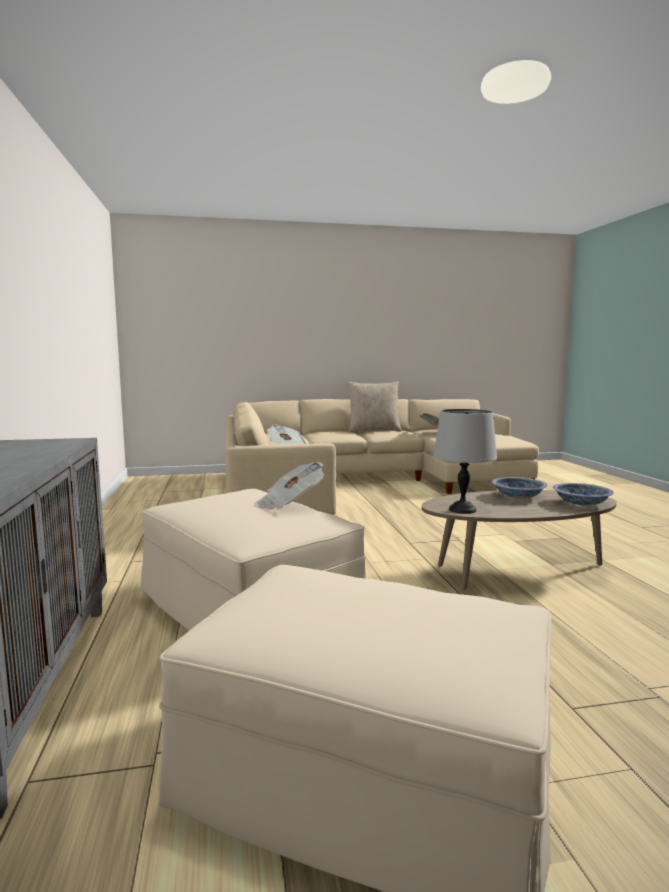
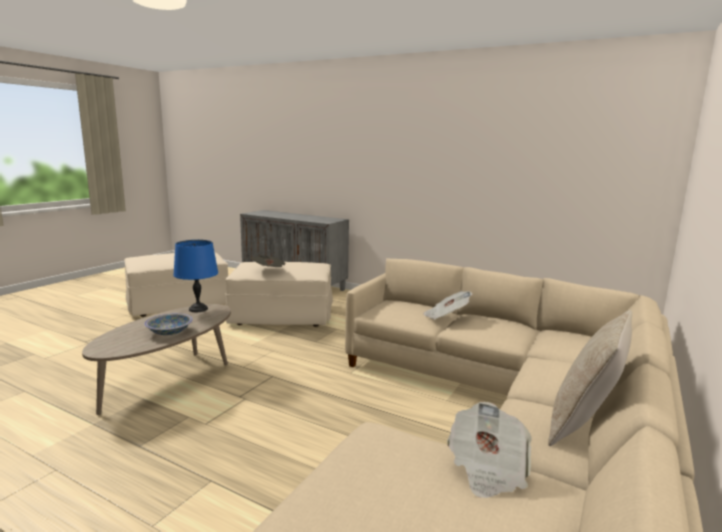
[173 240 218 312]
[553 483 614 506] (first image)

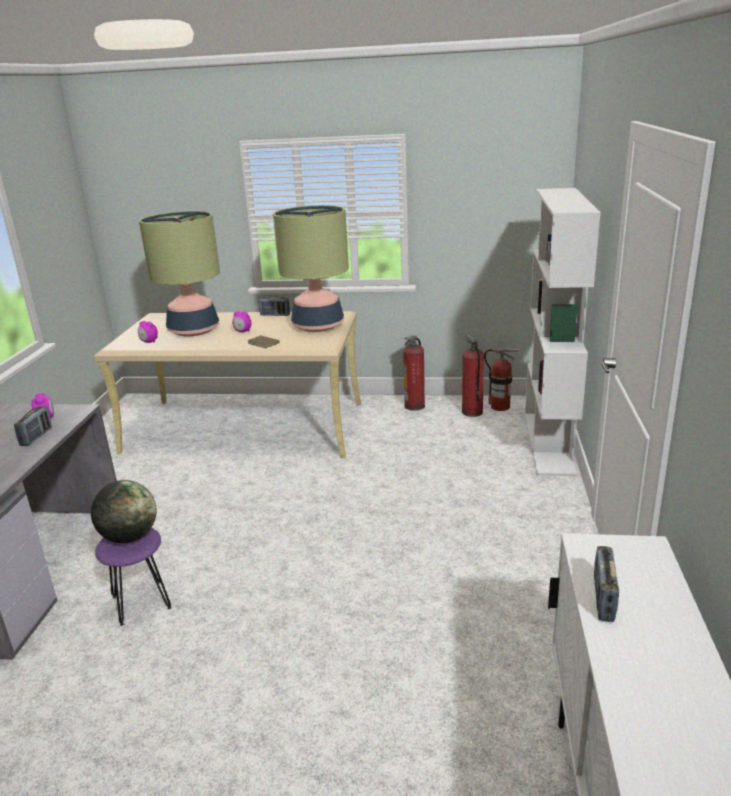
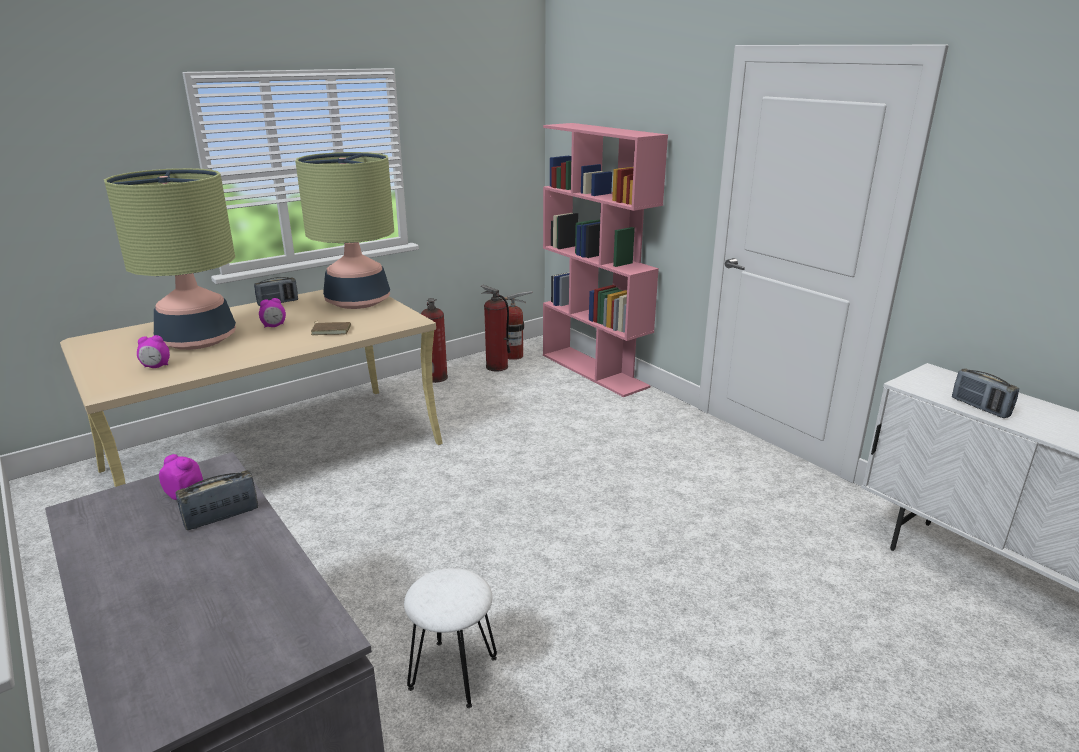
[176 470 258 530]
[404 568 497 708]
[543 123 668 397]
[91 480 157 543] (first image)

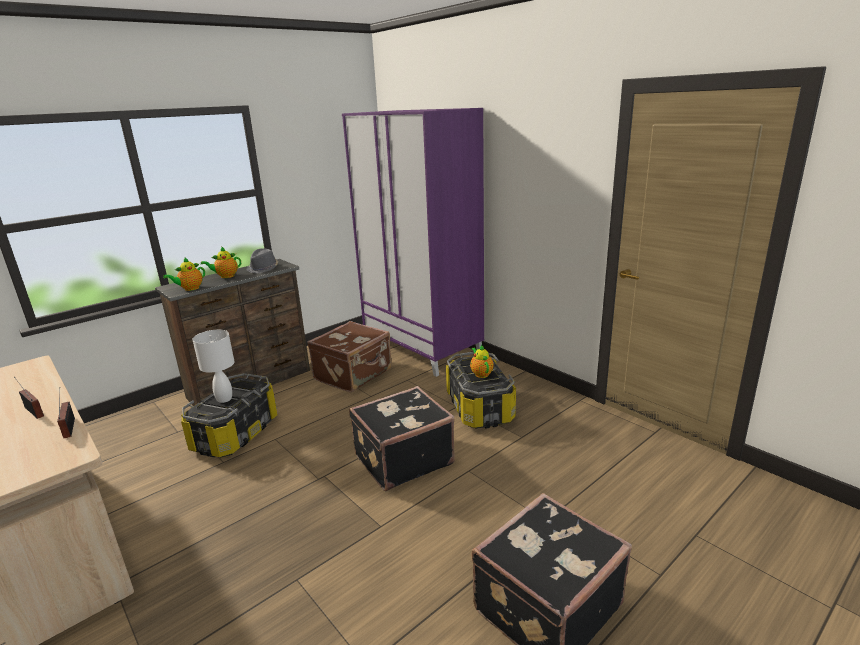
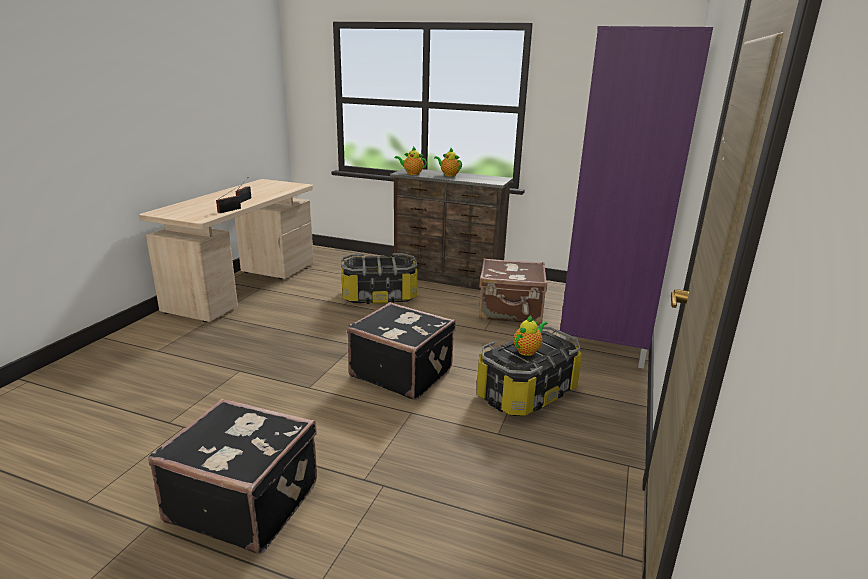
[192 329 234 403] (first image)
[247 248 278 274] (first image)

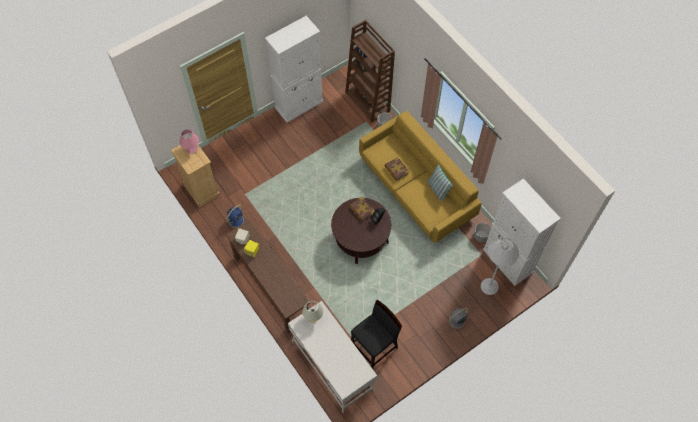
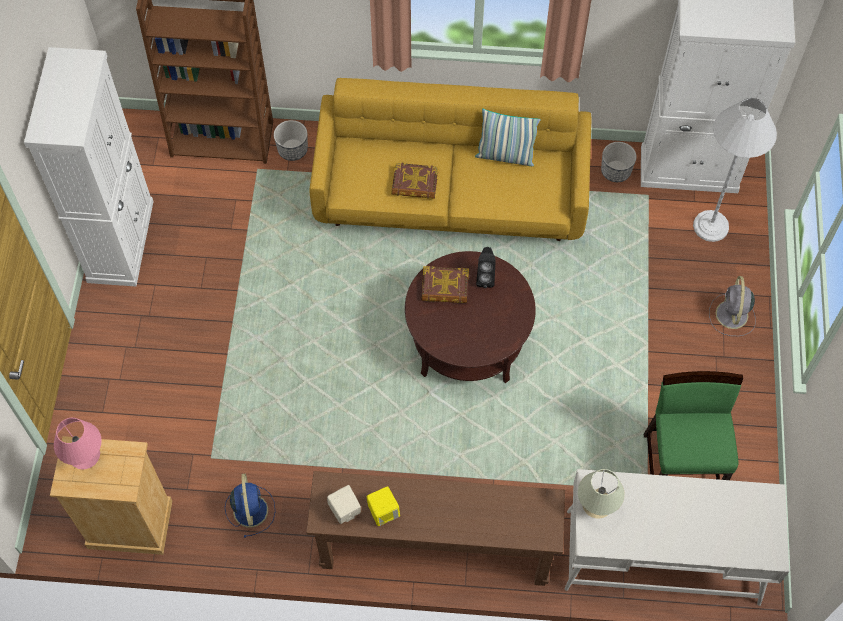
[644 371 743 480]

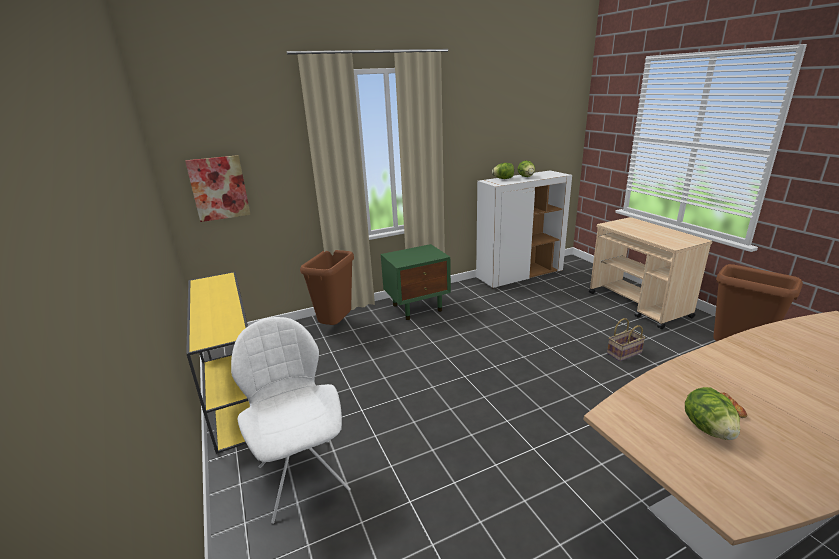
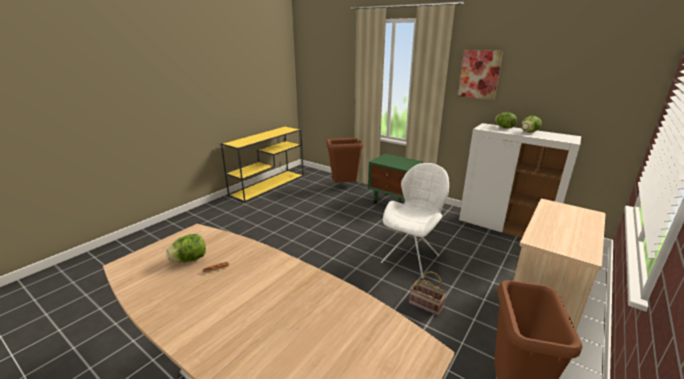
[381 163 449 278]
[458 50 503 100]

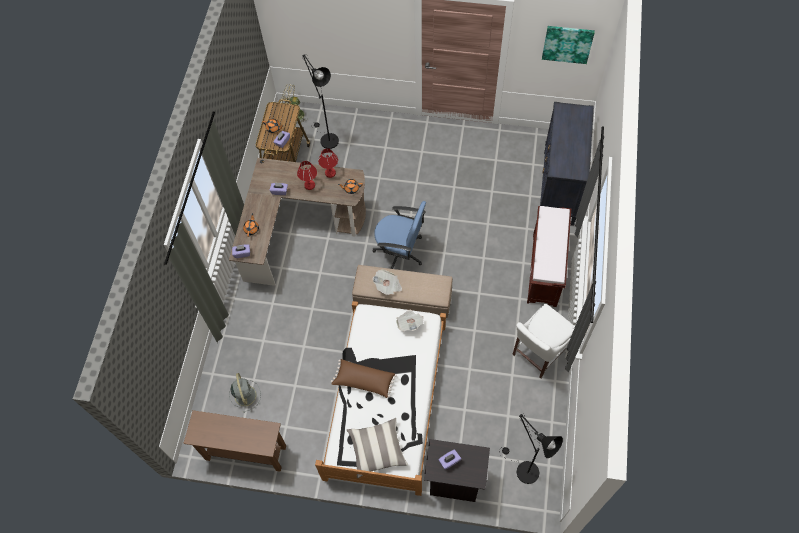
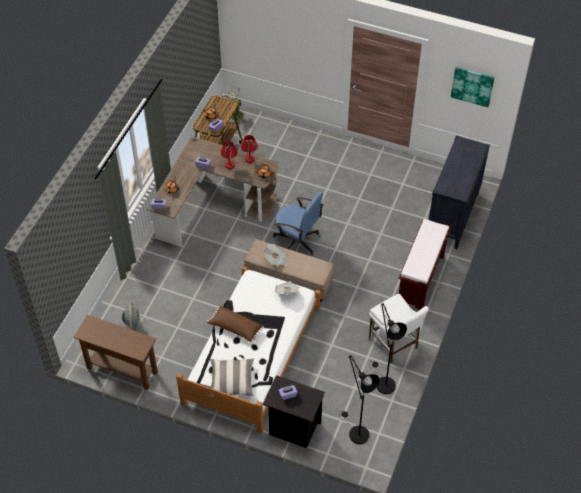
[369 294 429 364]
[371 303 407 394]

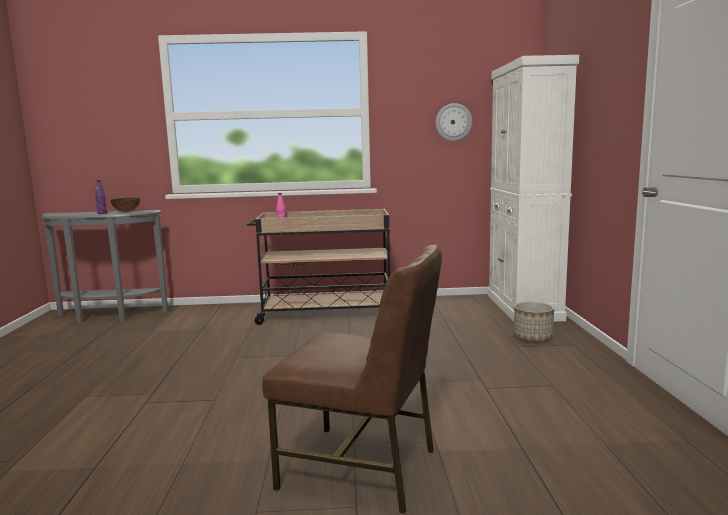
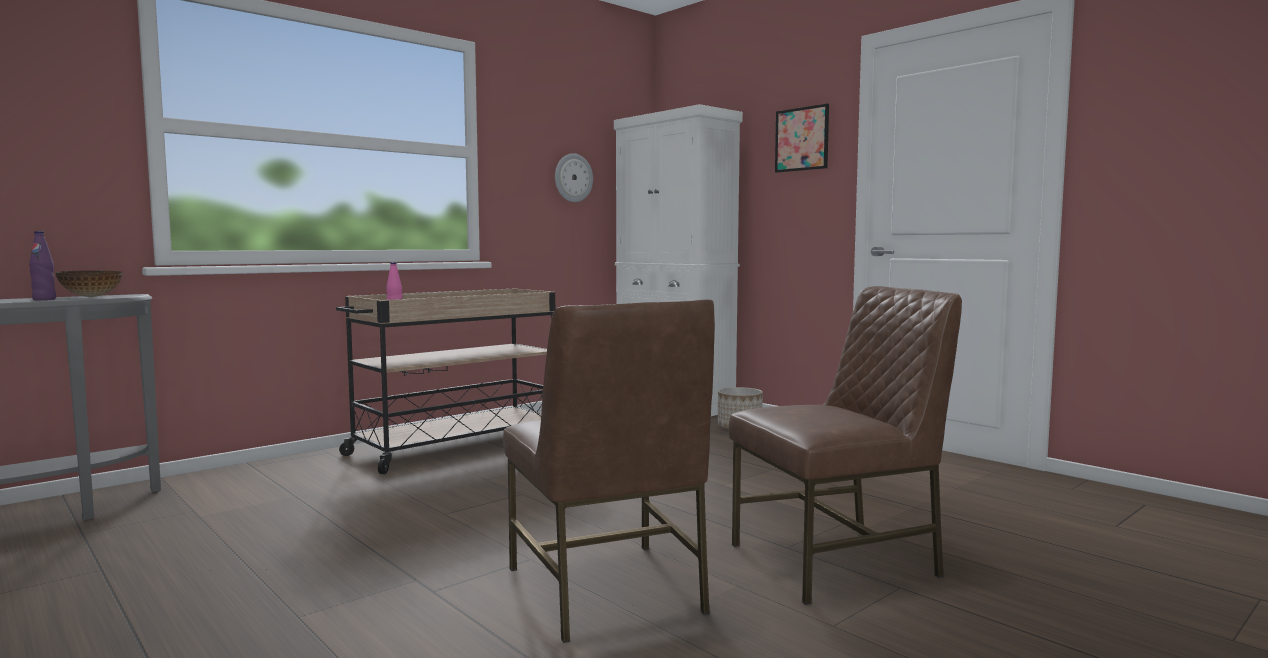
[503 299 715 643]
[775 104 829 173]

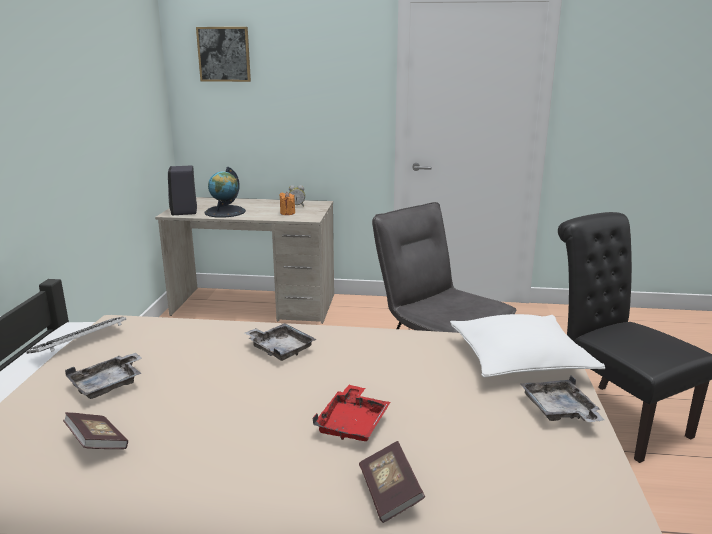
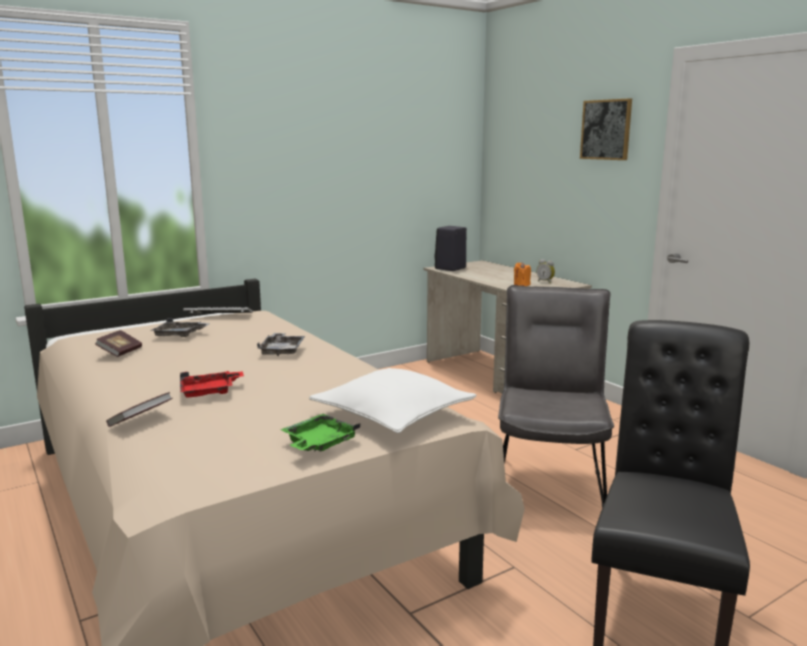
[280 414 360 452]
[580 98 632 160]
[205 167 246 218] (first image)

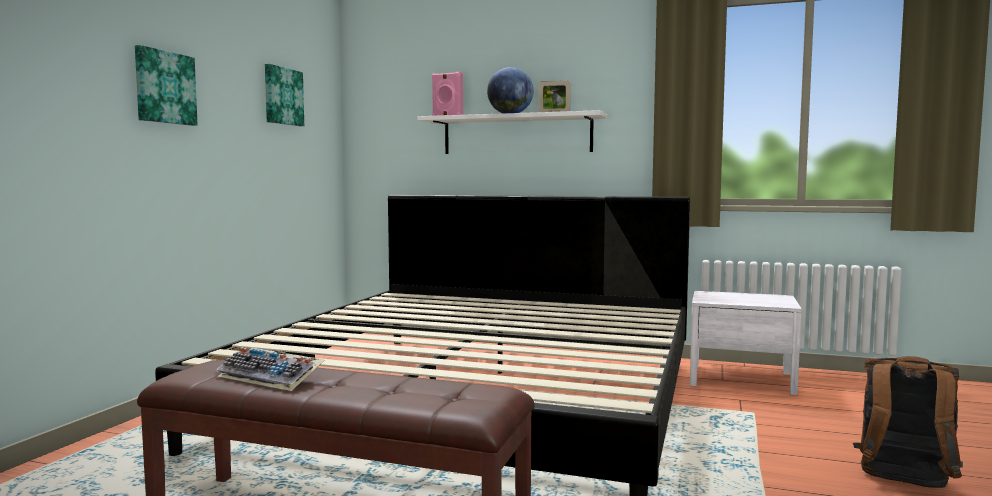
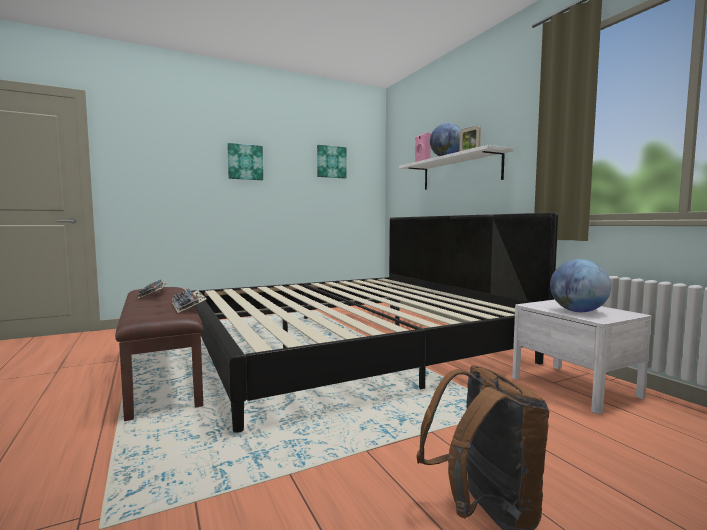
[172 289 207 313]
[550 259 611 312]

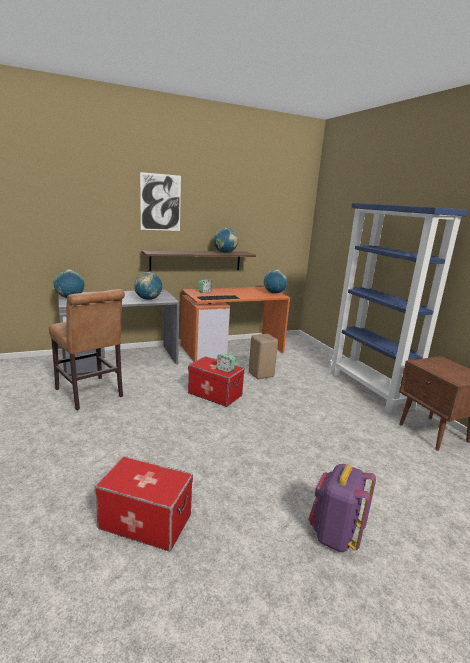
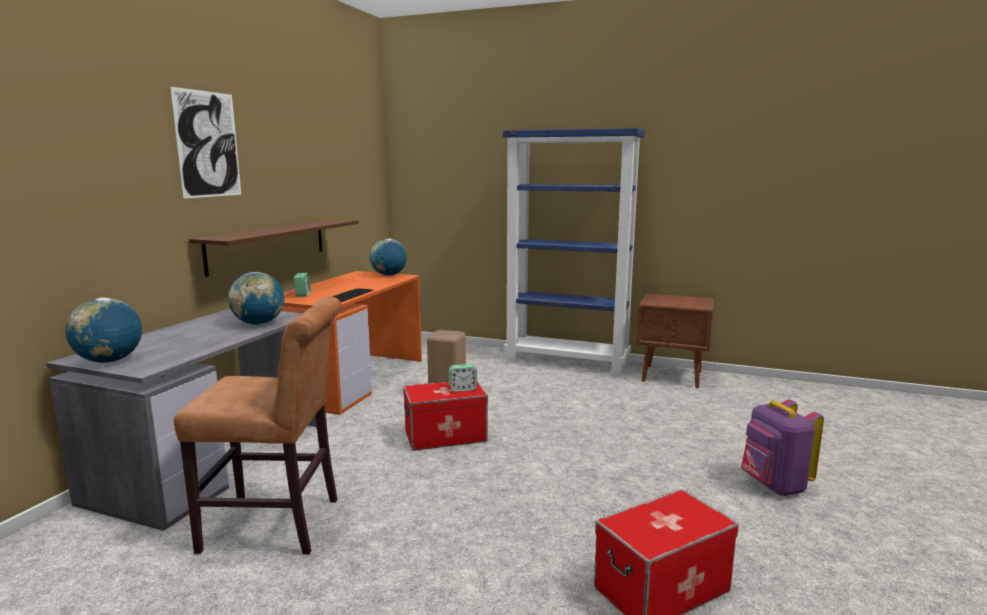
[214 228 238 253] (first image)

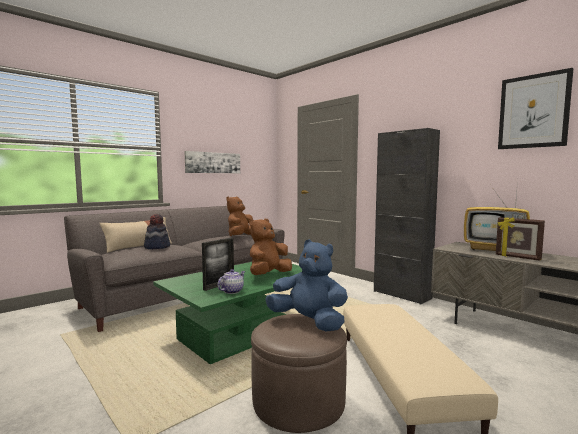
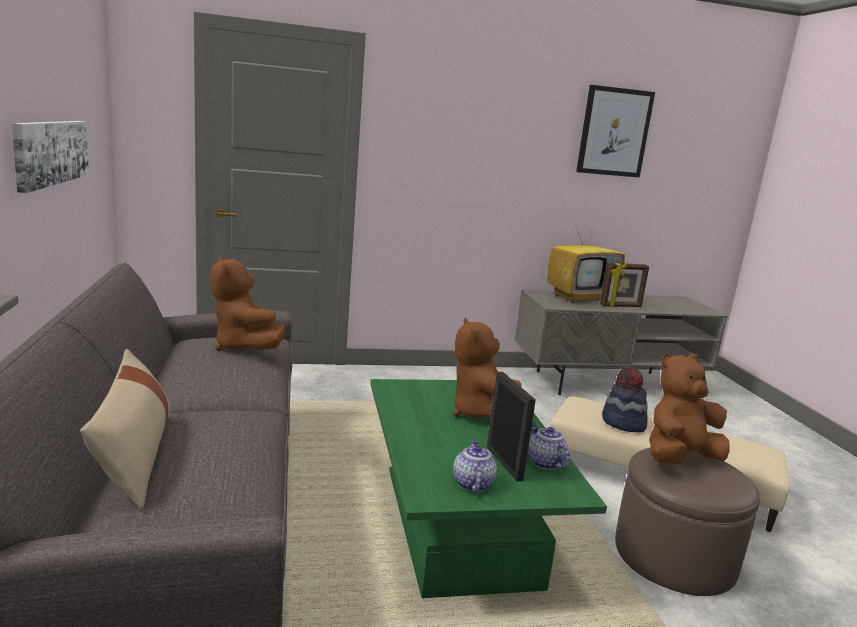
[453 439 497 492]
[602 367 648 432]
[649 353 730 464]
[374 128 440 305] (first image)

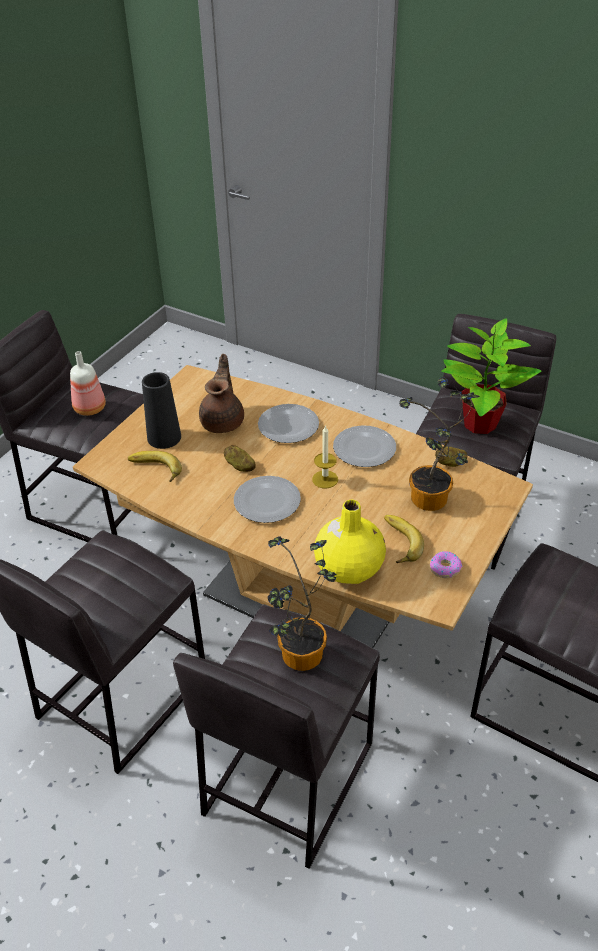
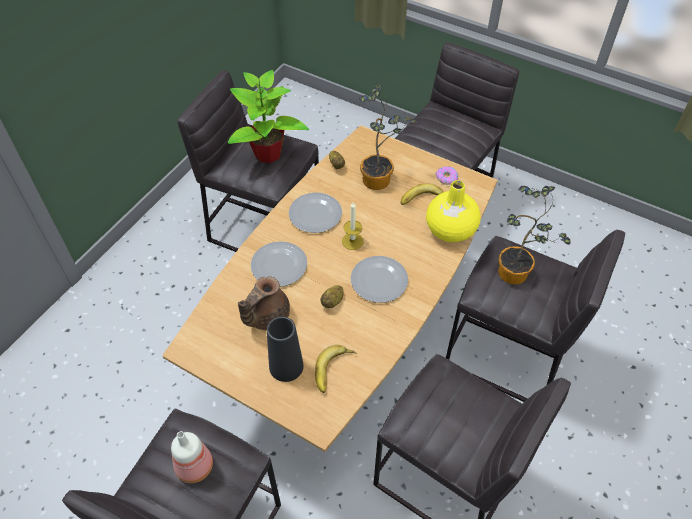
[238 276 290 330]

